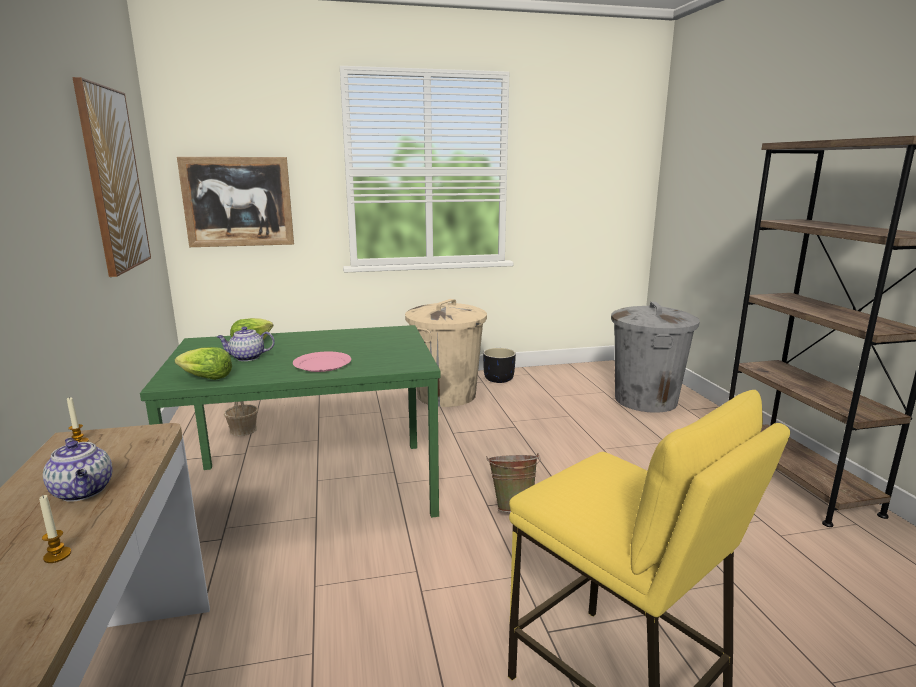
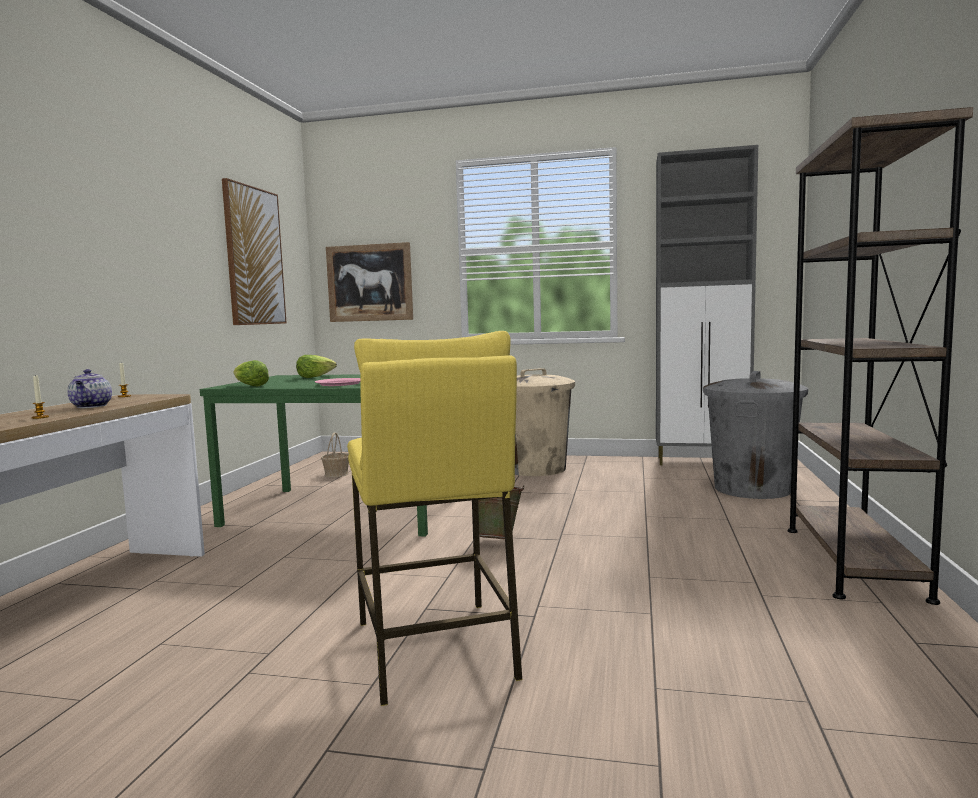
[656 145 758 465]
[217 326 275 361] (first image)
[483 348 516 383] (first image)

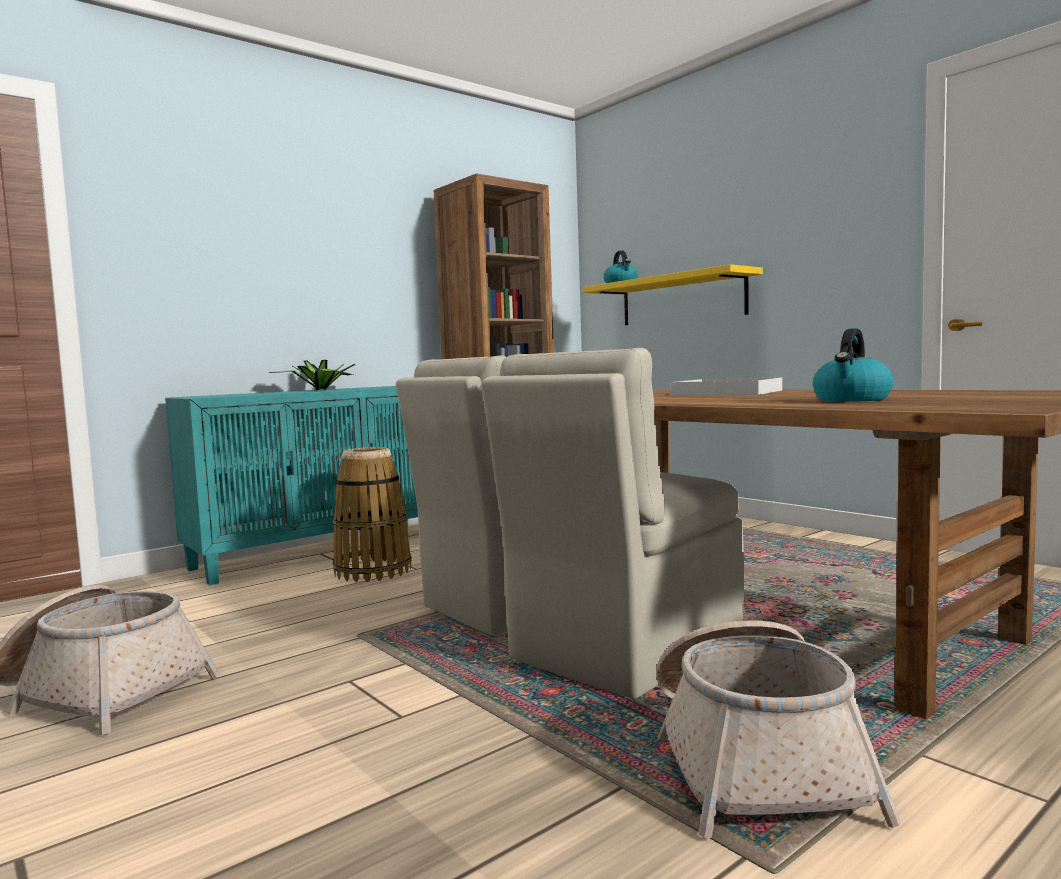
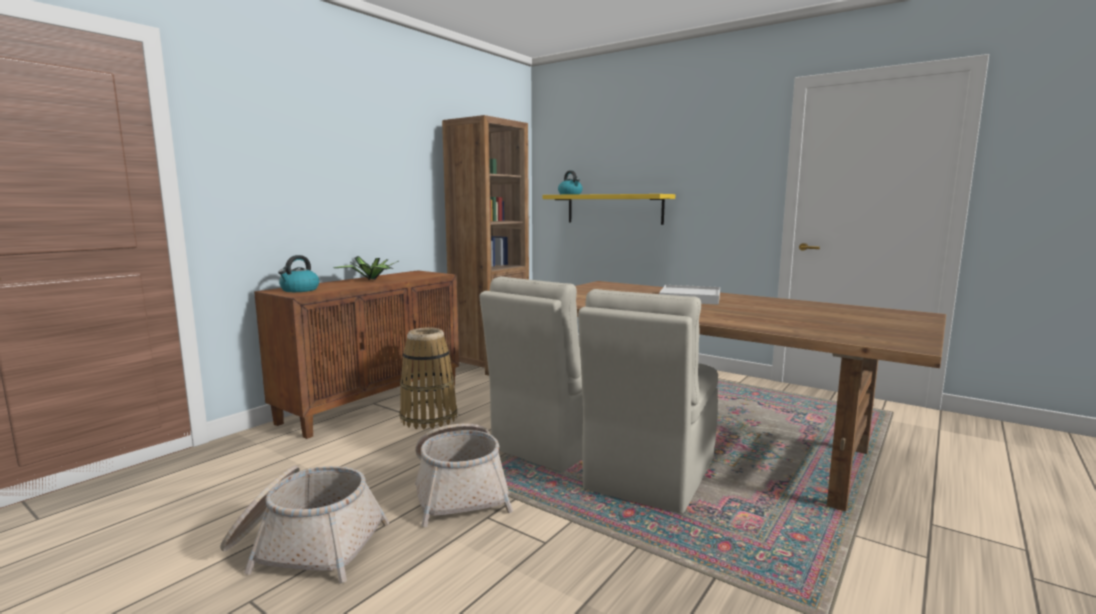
[254 270 459 439]
[278 255 319 292]
[415 423 513 527]

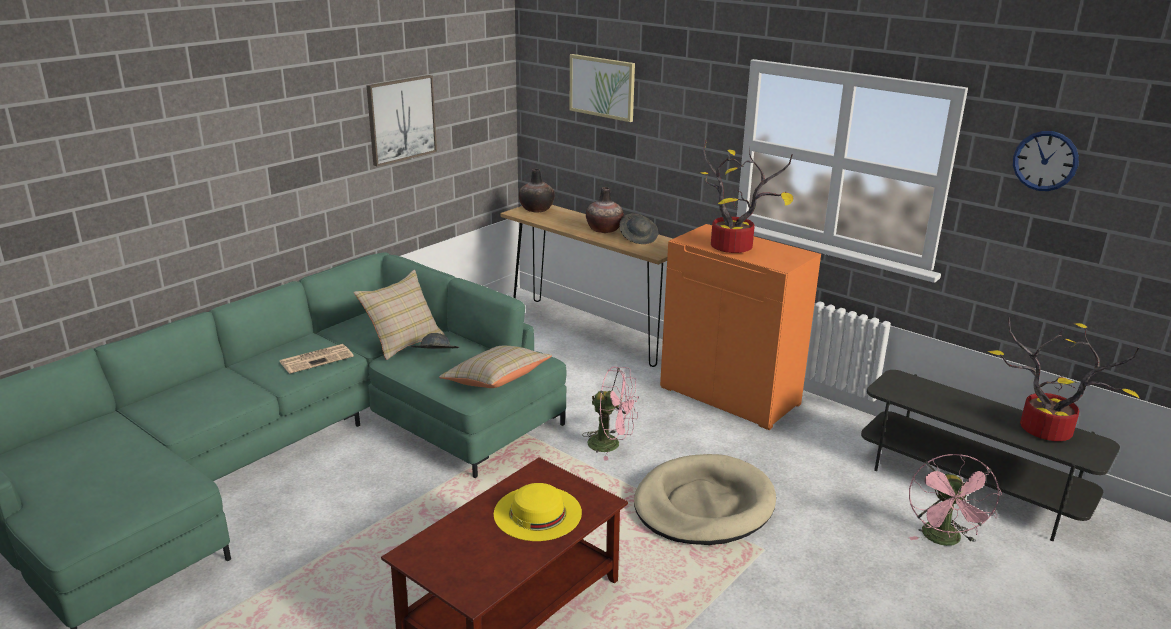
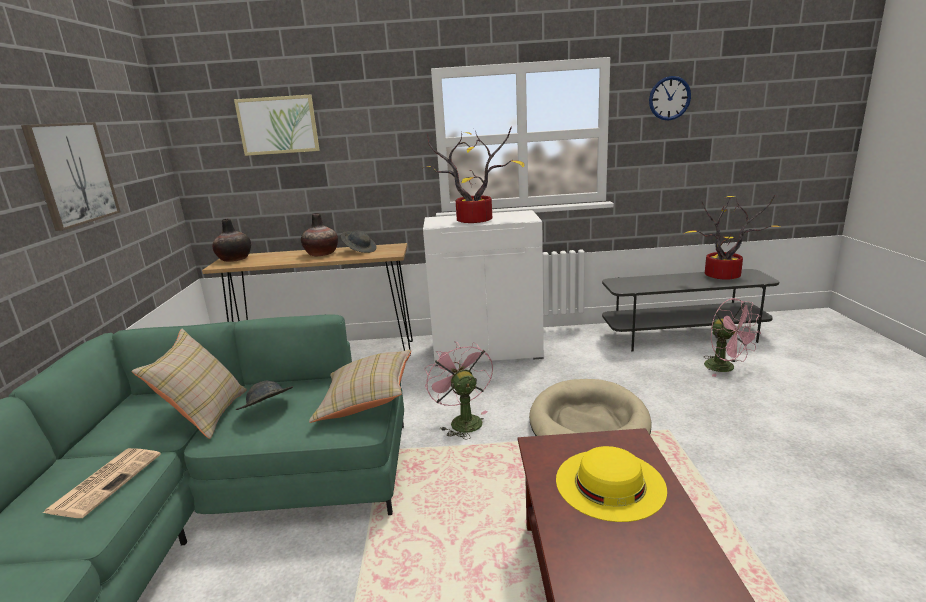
[423 210 544 366]
[424 341 493 440]

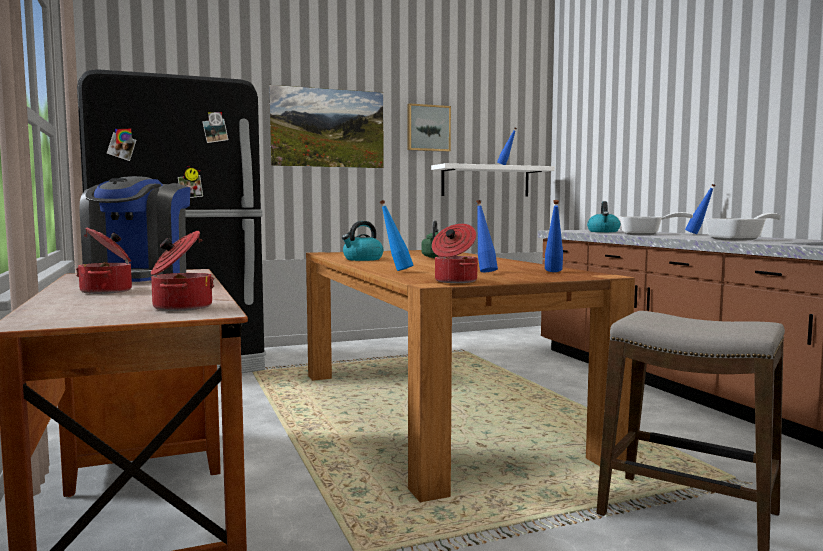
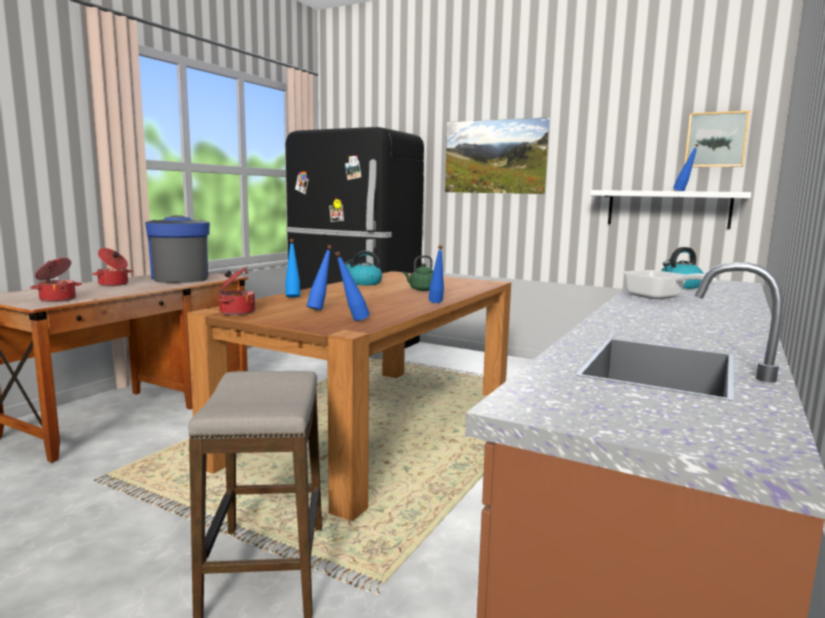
[145 215 210 283]
[429 245 444 303]
[684 110 750 167]
[705 213 782 241] (first image)

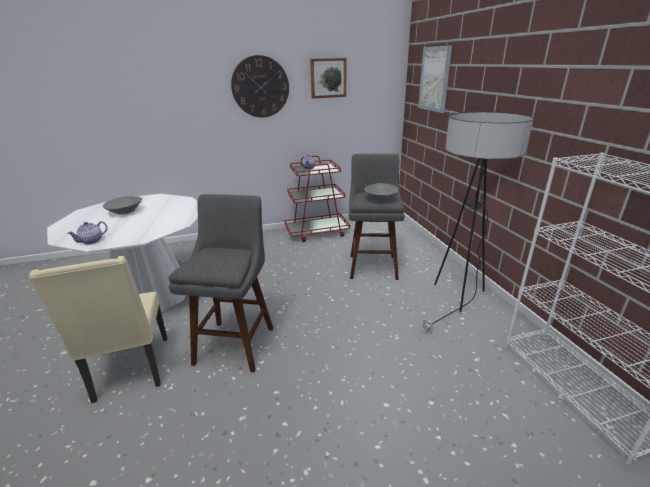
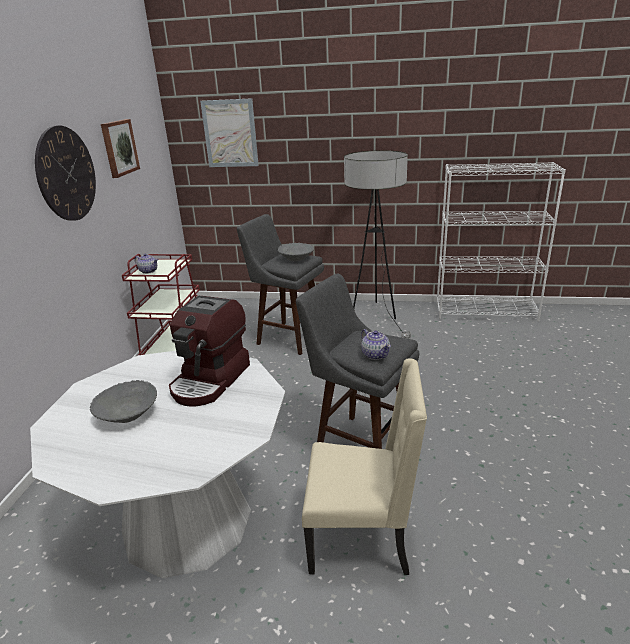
[169 296 250 406]
[361 329 391 360]

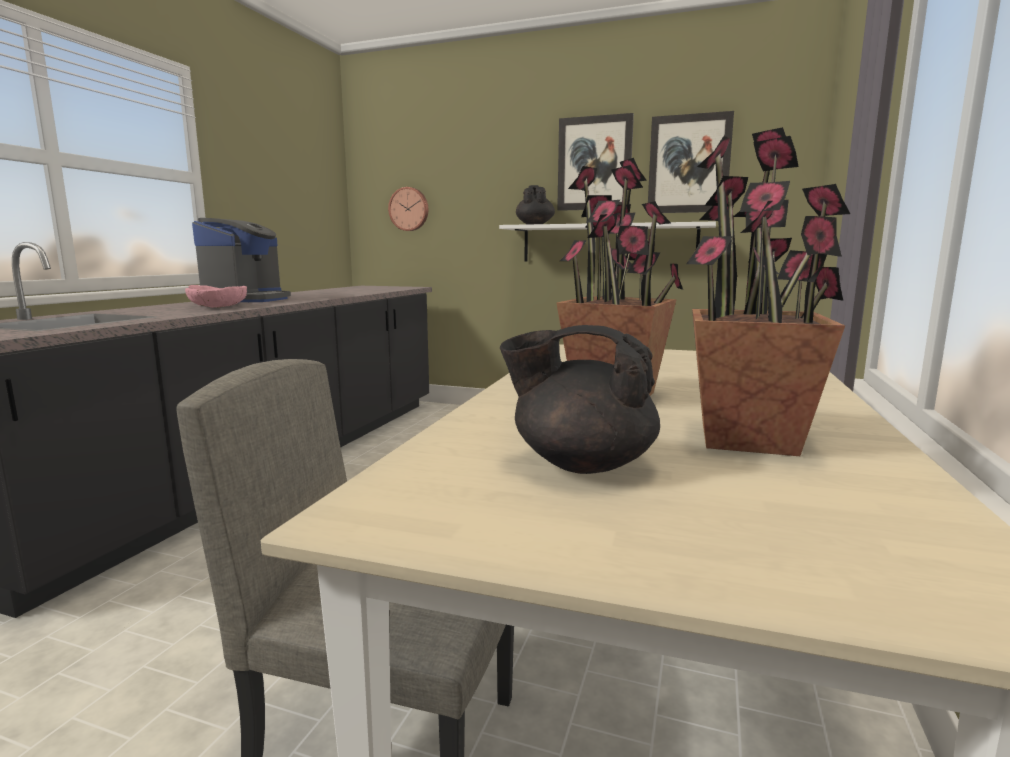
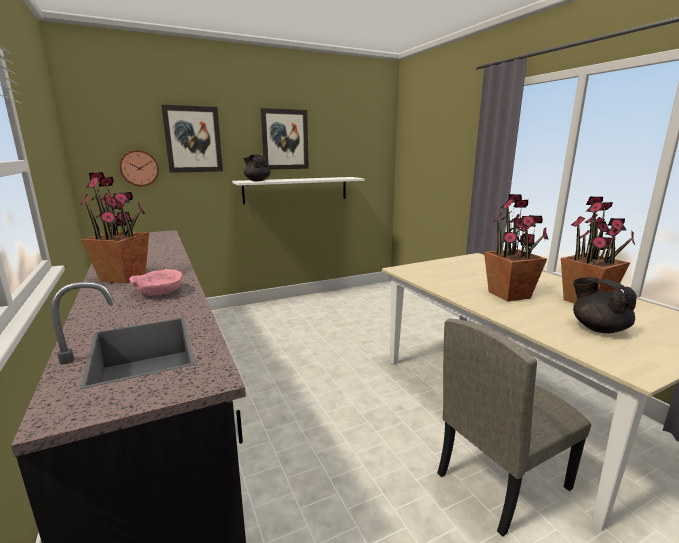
[80 172 149 283]
[161 105 223 173]
[573 277 637 333]

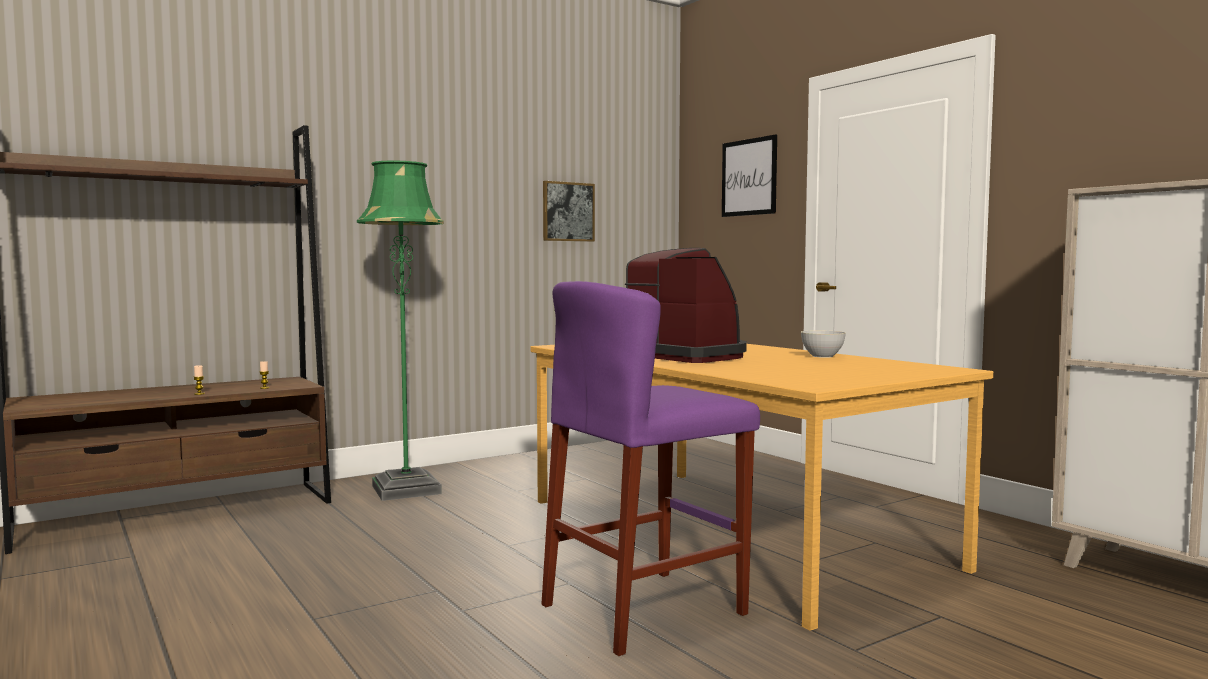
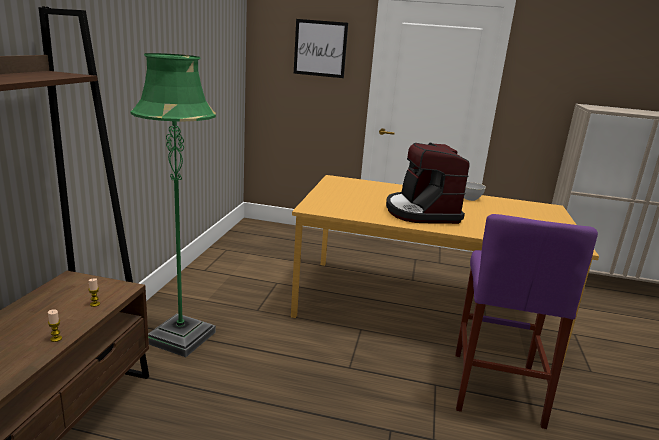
[386 143 470 224]
[543 181 595 242] (first image)

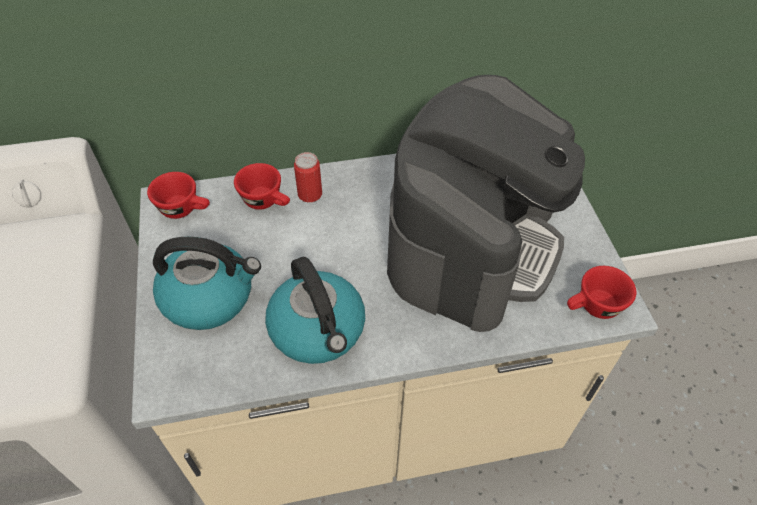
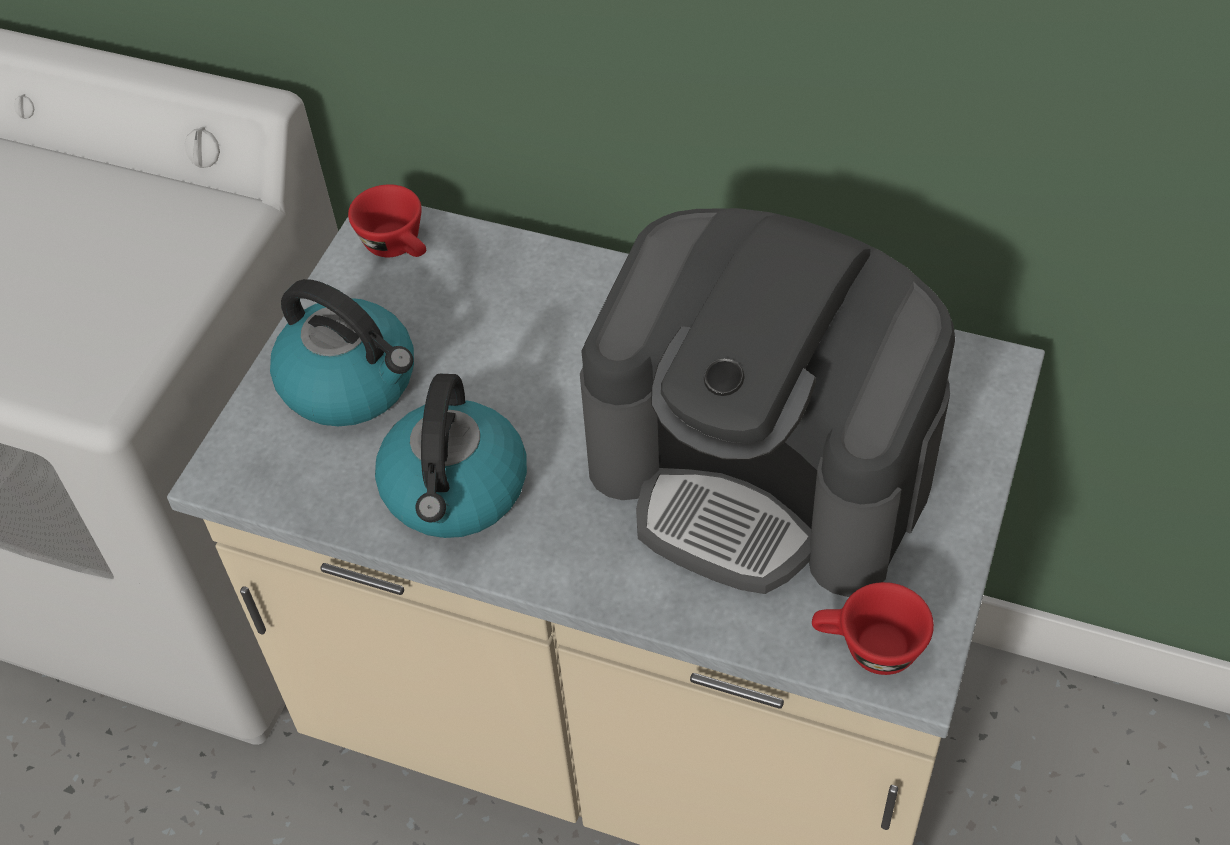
[580 208 955 597]
[234 163 290 210] (first image)
[294 152 322 202] (first image)

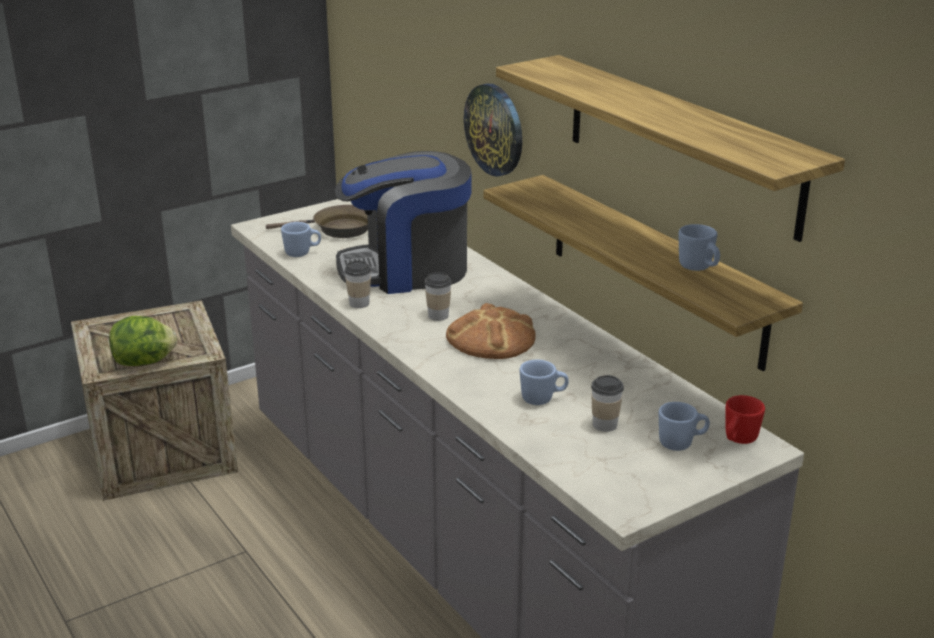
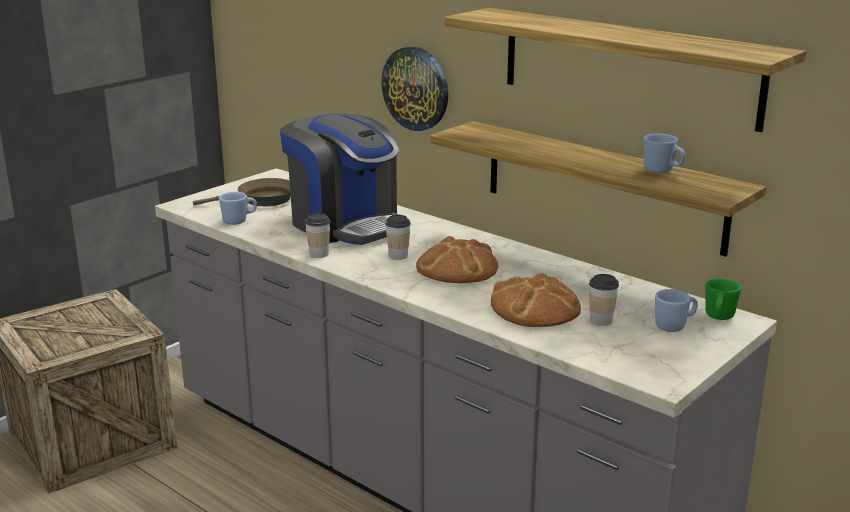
[280 113 399 245]
[491 273 581 327]
[705 278 741 320]
[109 316 177 366] (first image)

